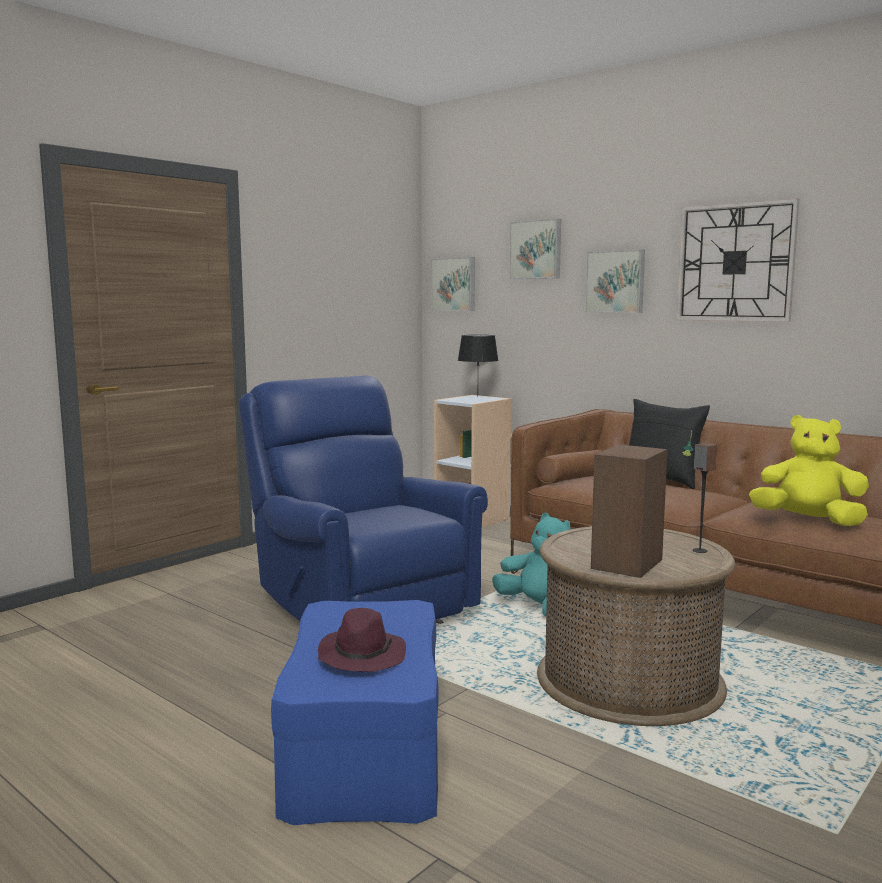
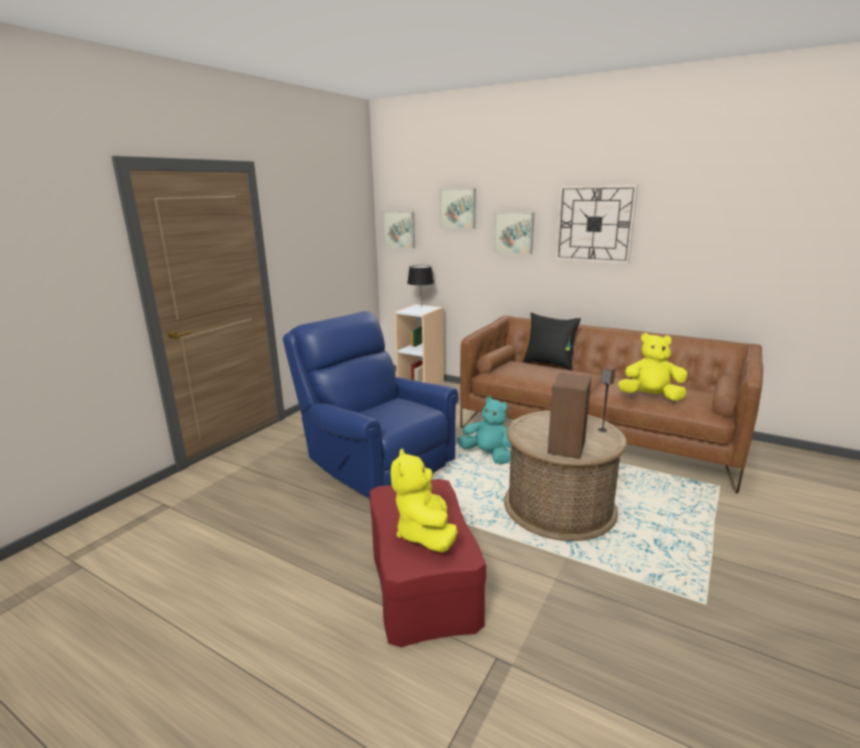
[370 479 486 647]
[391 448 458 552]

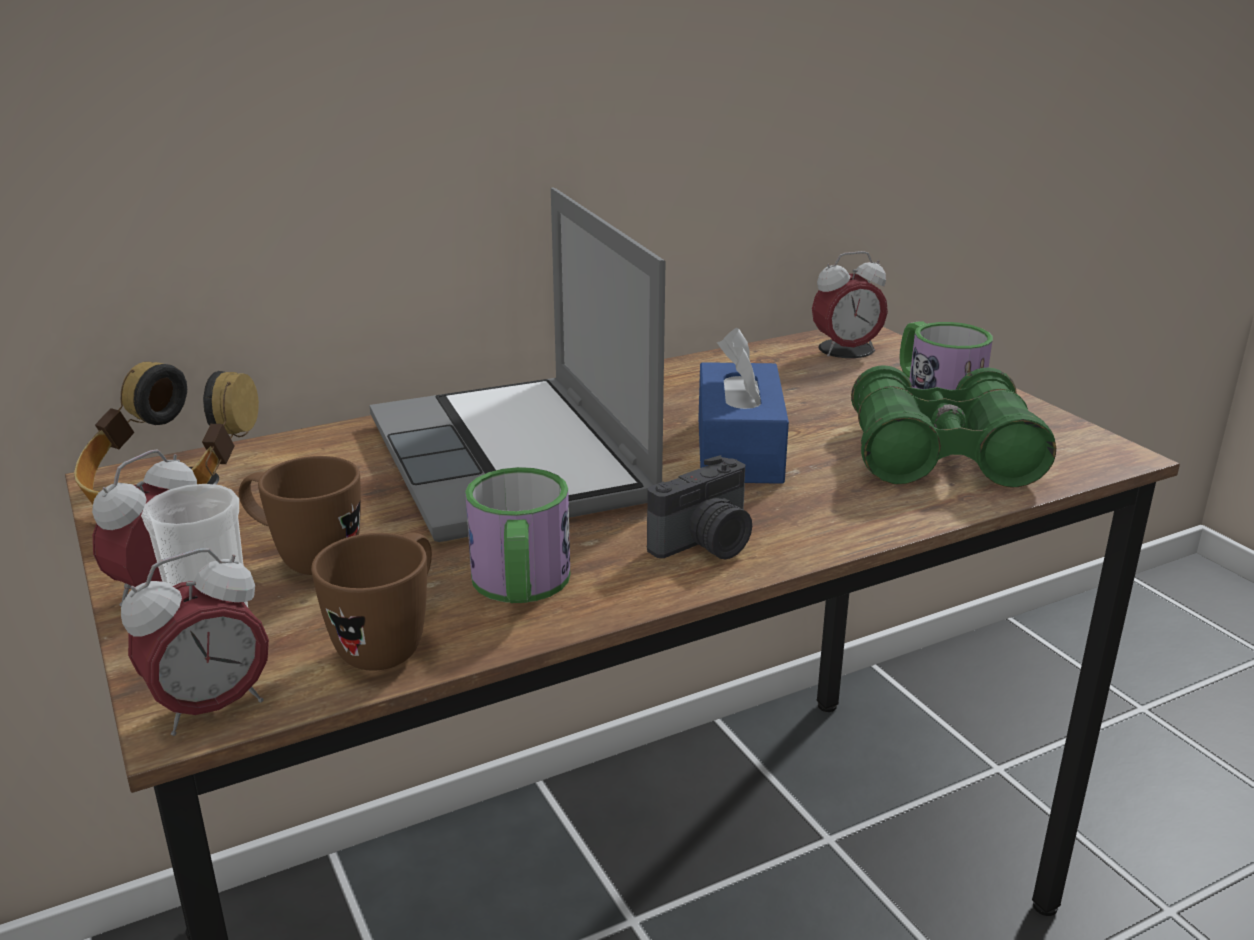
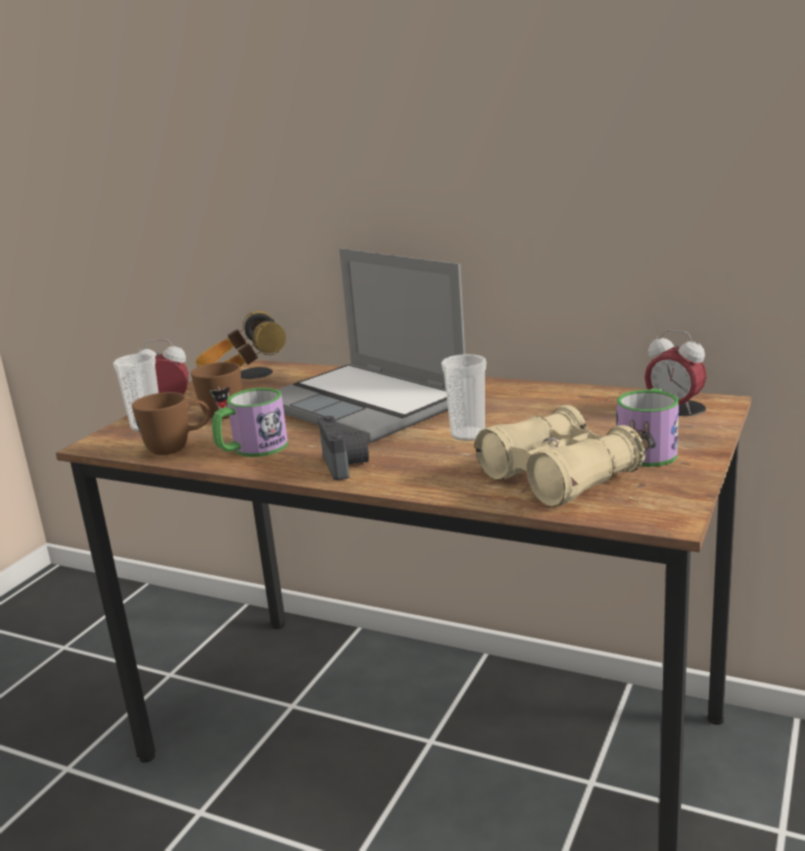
[121 548 269 736] (first image)
[277 248 465 443]
[317 416 369 480]
[441 354 486 441]
[475 405 645 507]

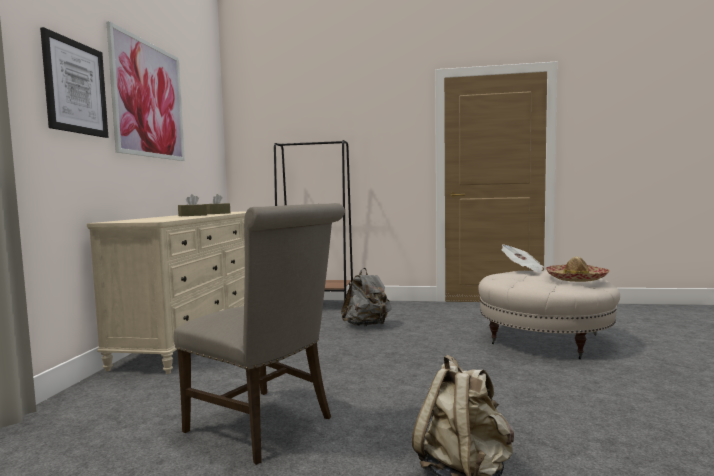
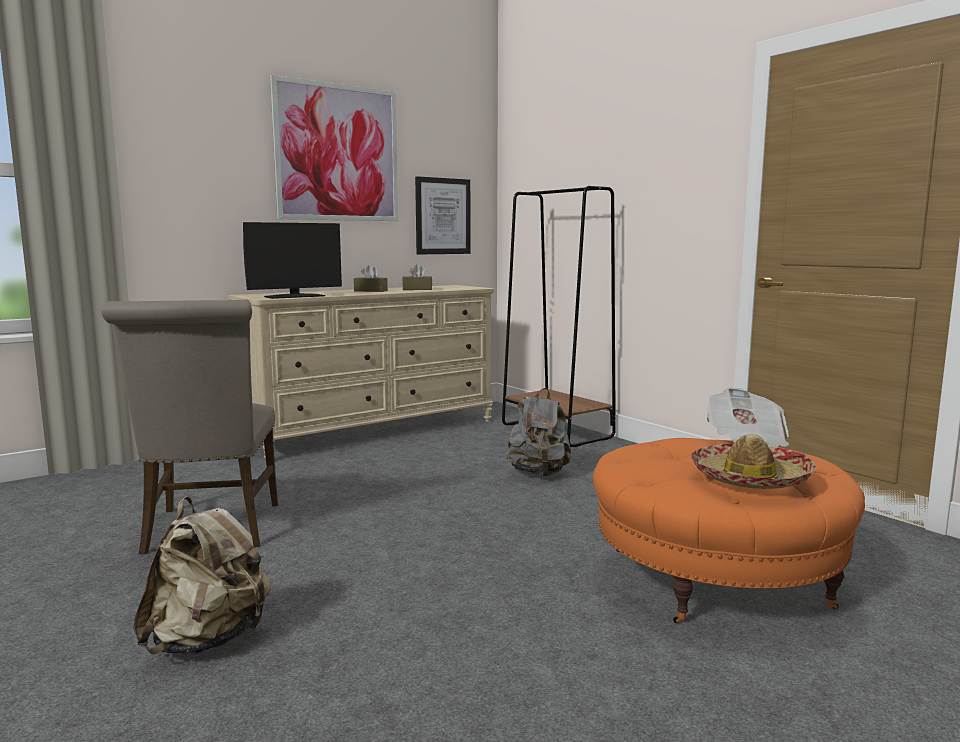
[415 176 471 254]
[593 438 865 623]
[243 222 342 299]

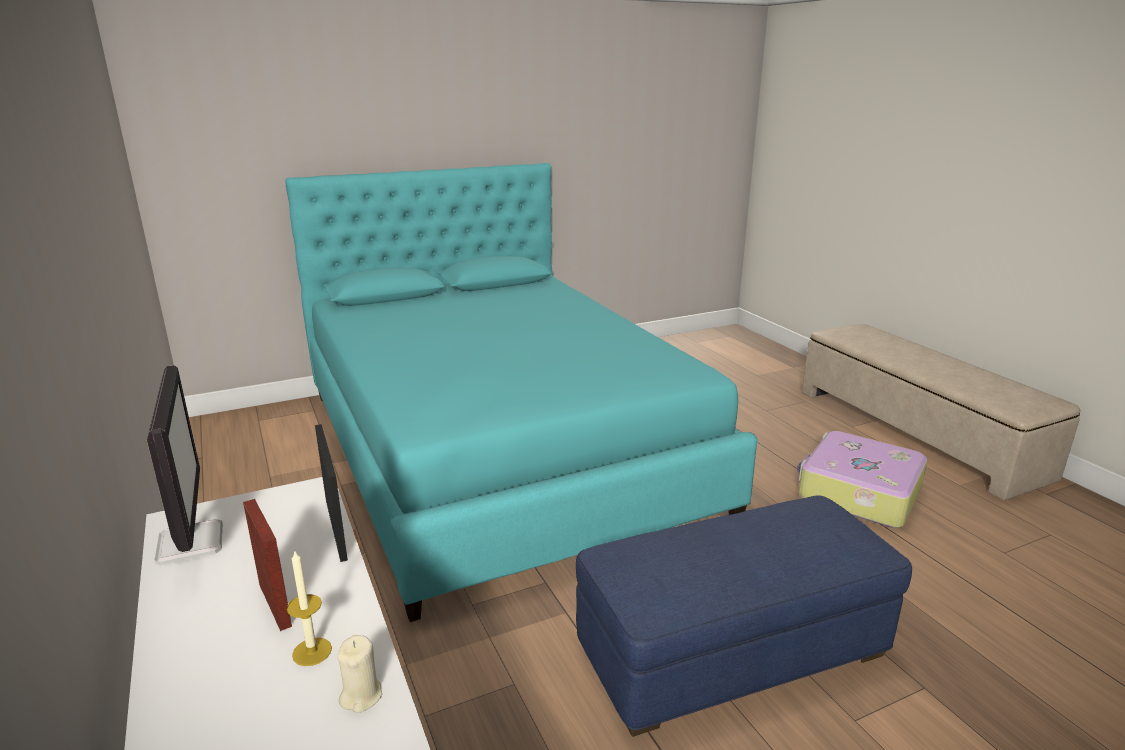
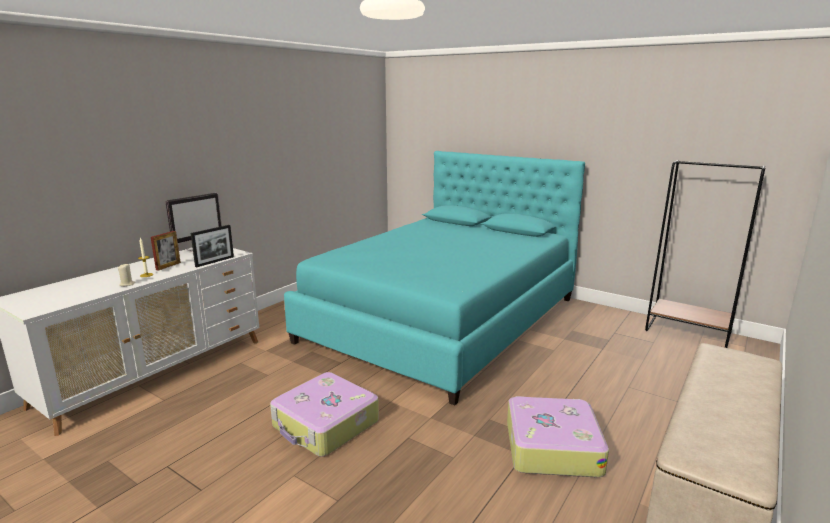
[270 372 379 457]
[645 160 766 348]

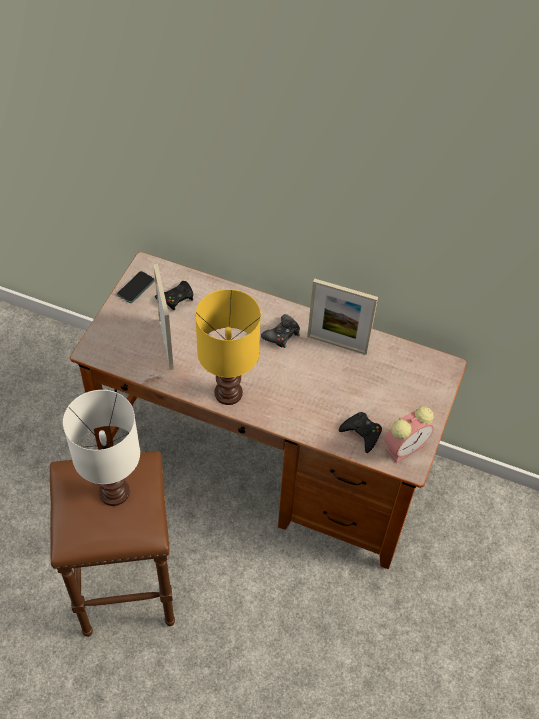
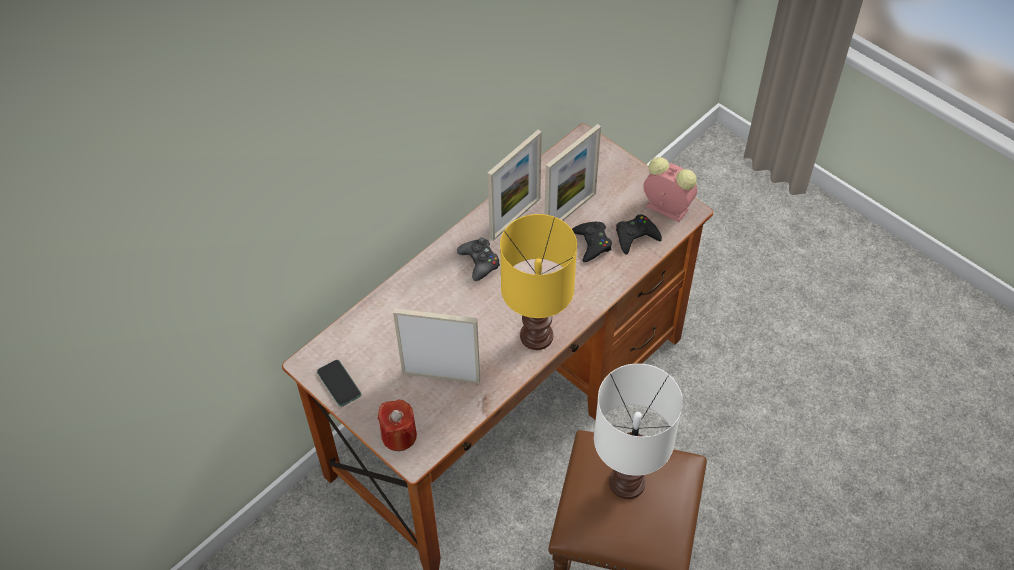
[572 222 612 262]
[643 157 697 222]
[378 400 417 451]
[545 124 601 221]

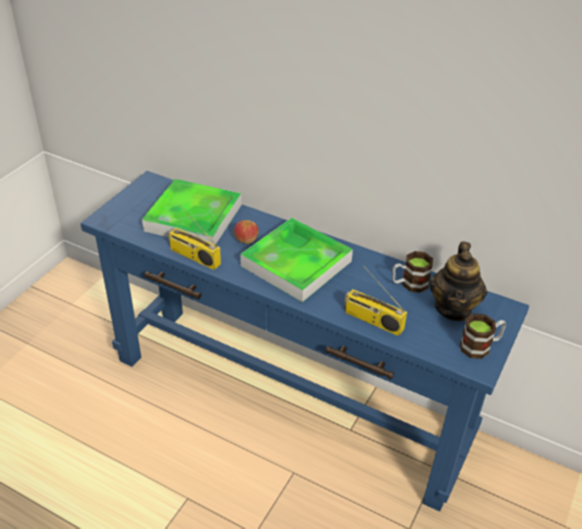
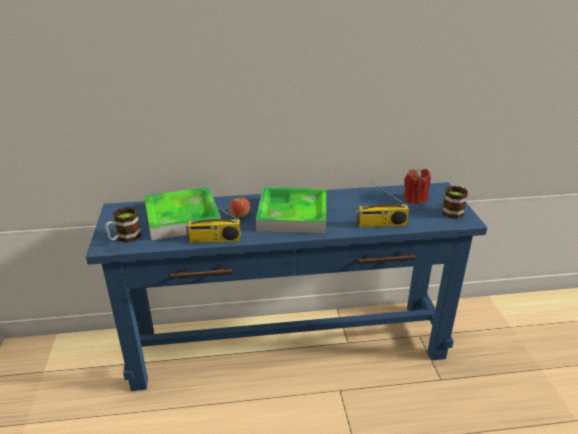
[105 207 142 243]
[404 168 430 204]

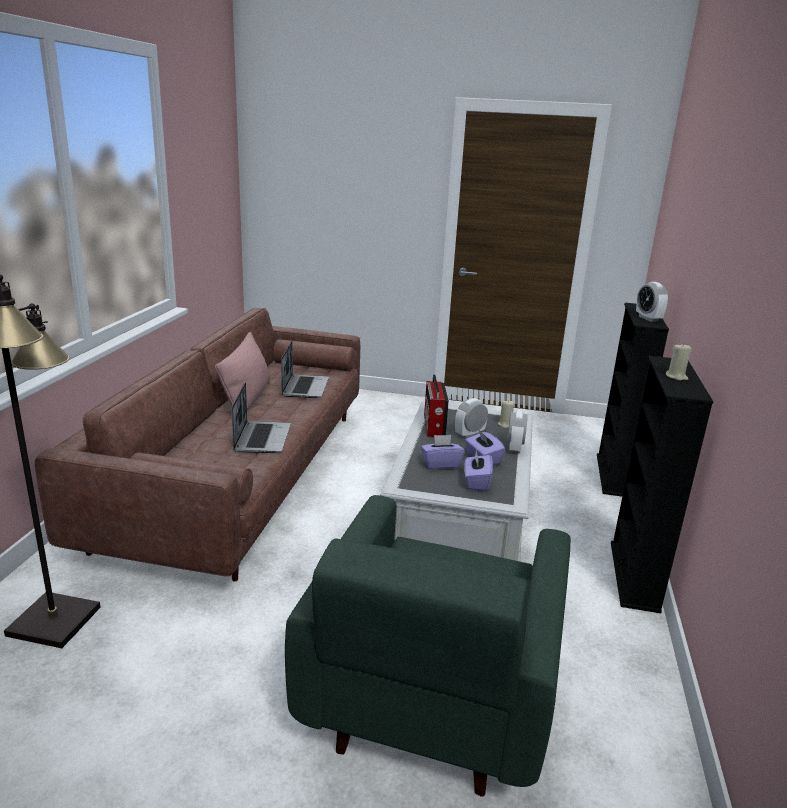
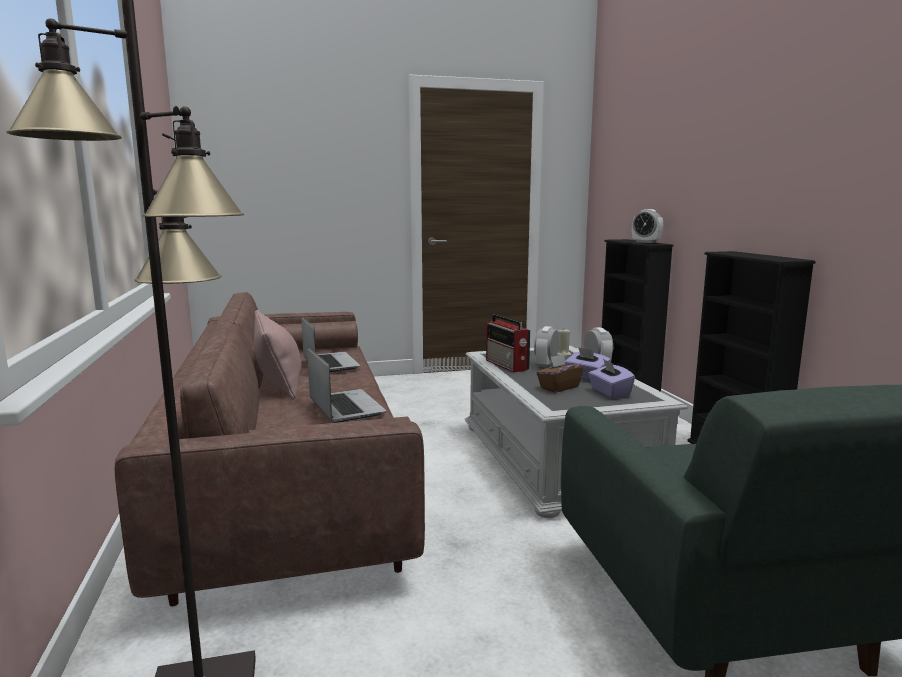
[536 354 584 393]
[666 343 692 380] (first image)

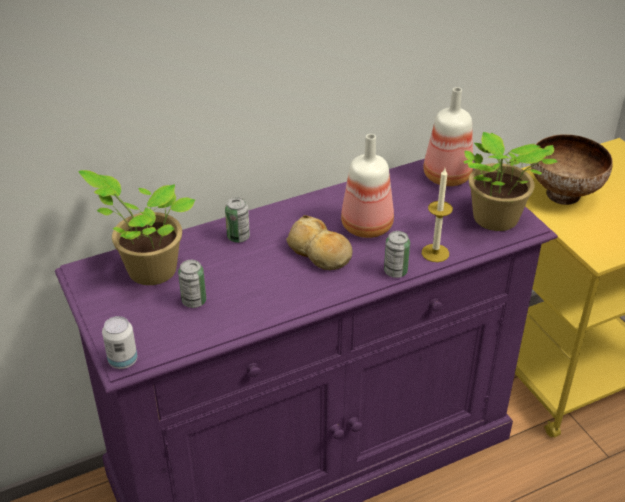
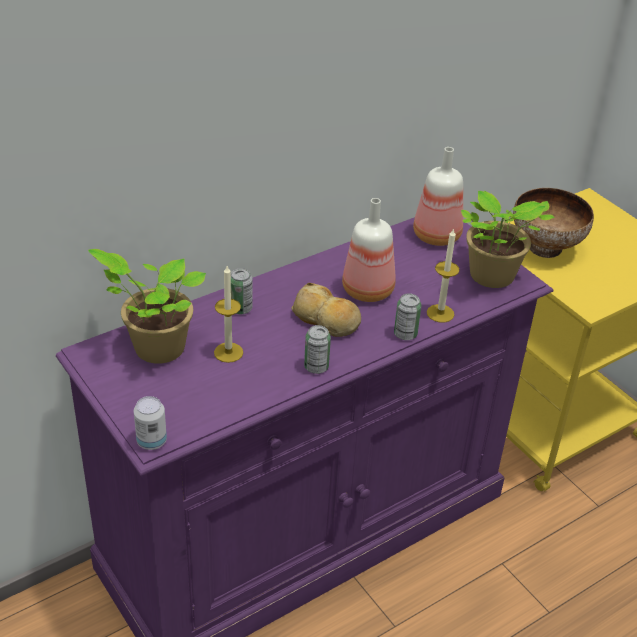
[304 325 331 374]
[214 266 243 363]

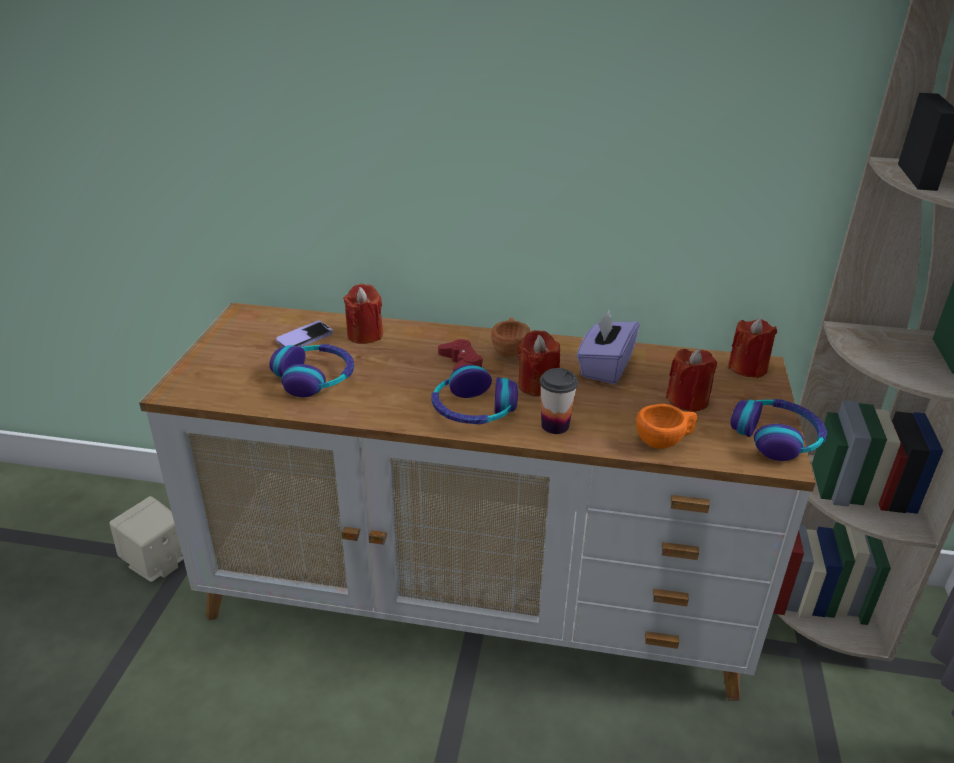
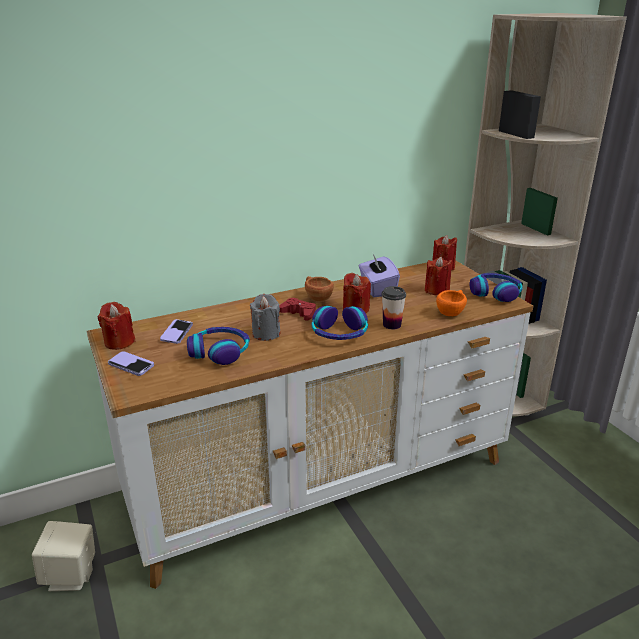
[98 302 135 350]
[108 351 154 376]
[250 294 280 341]

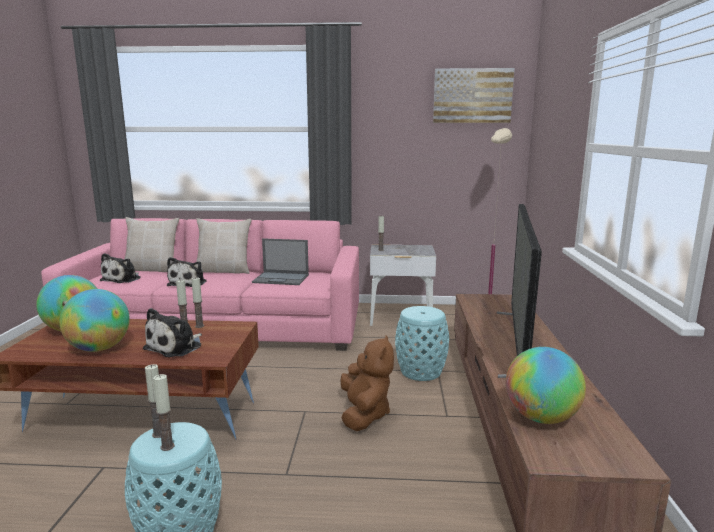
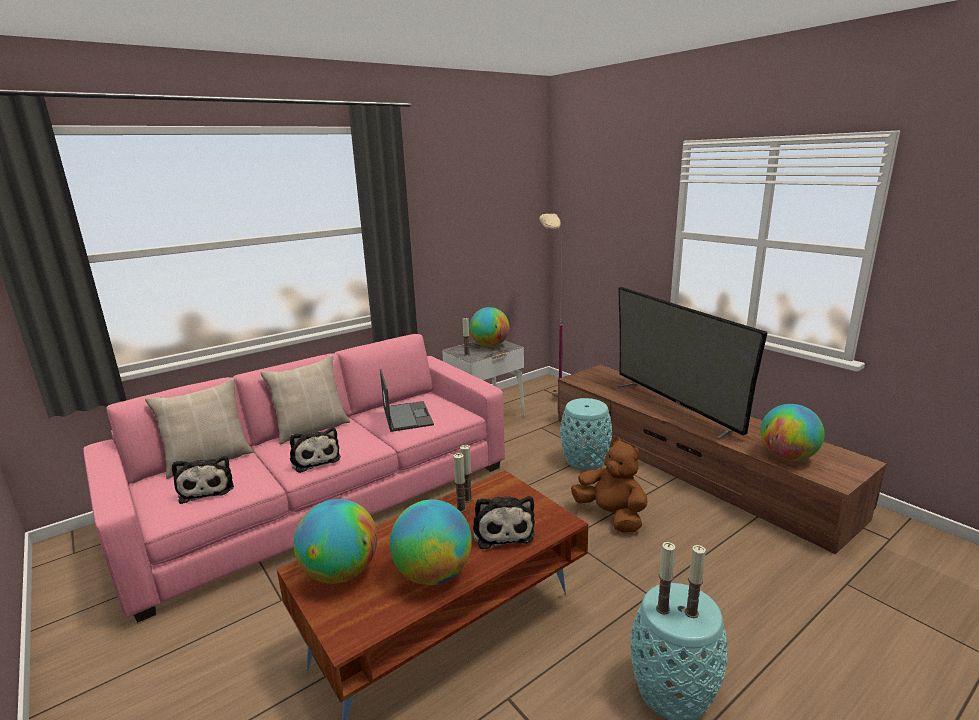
[380 369 434 432]
[433 68 515 123] (first image)
[470 307 509 347]

